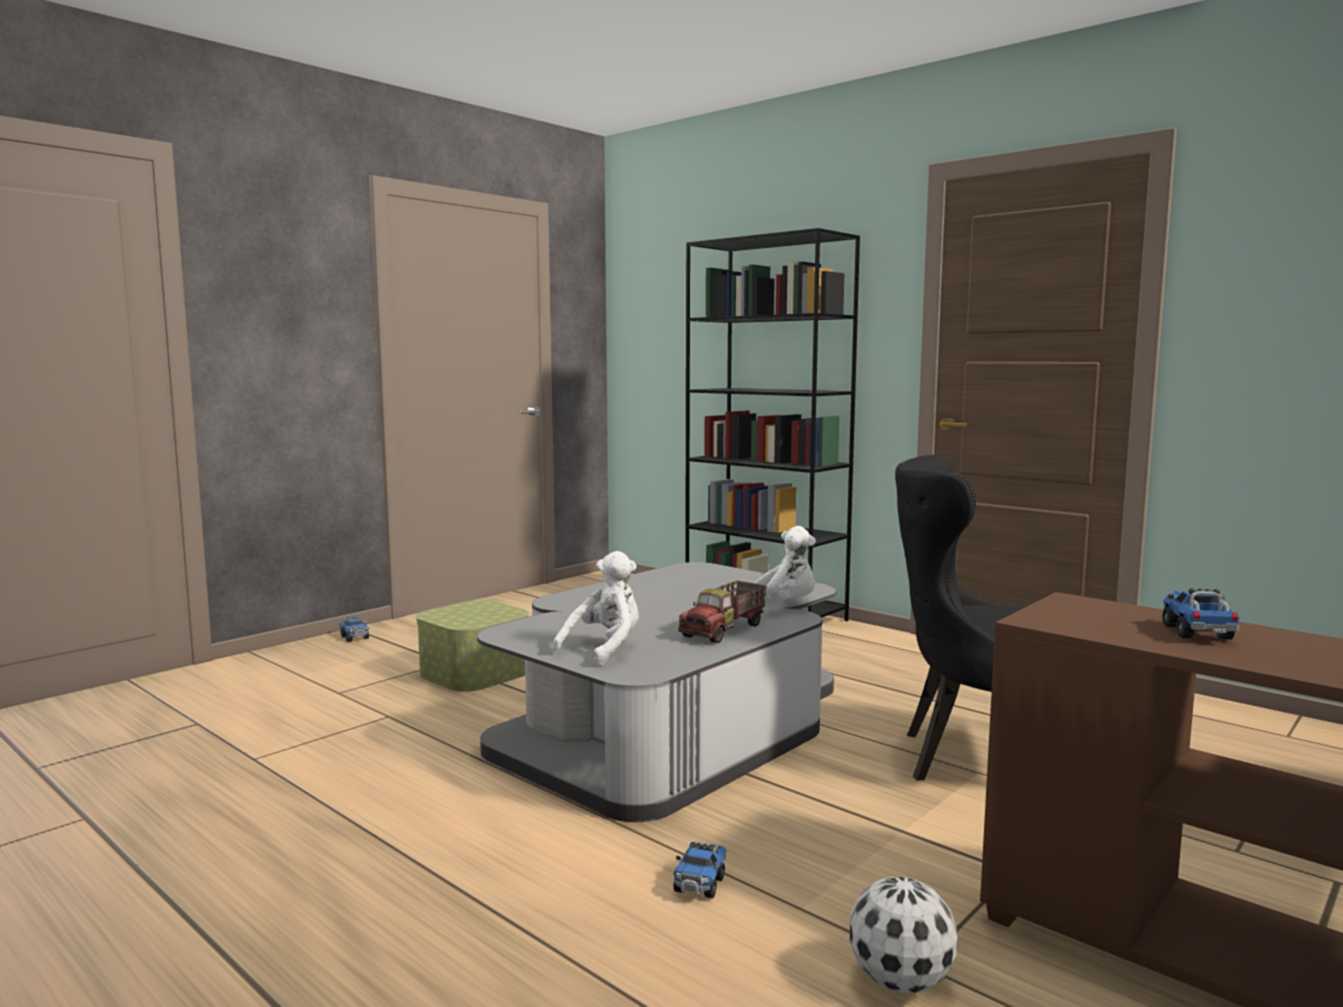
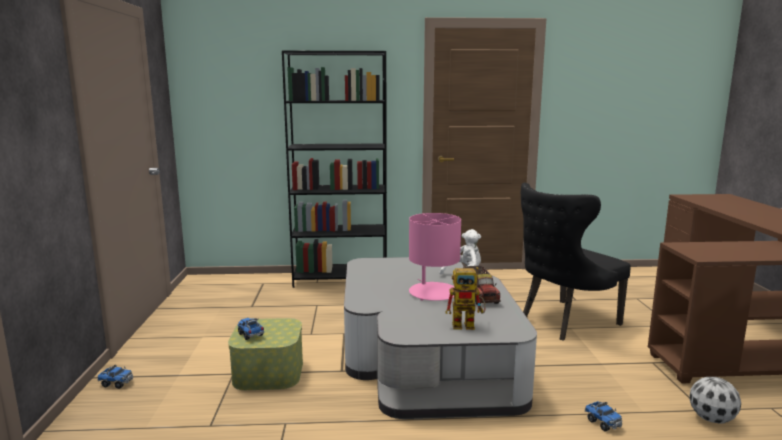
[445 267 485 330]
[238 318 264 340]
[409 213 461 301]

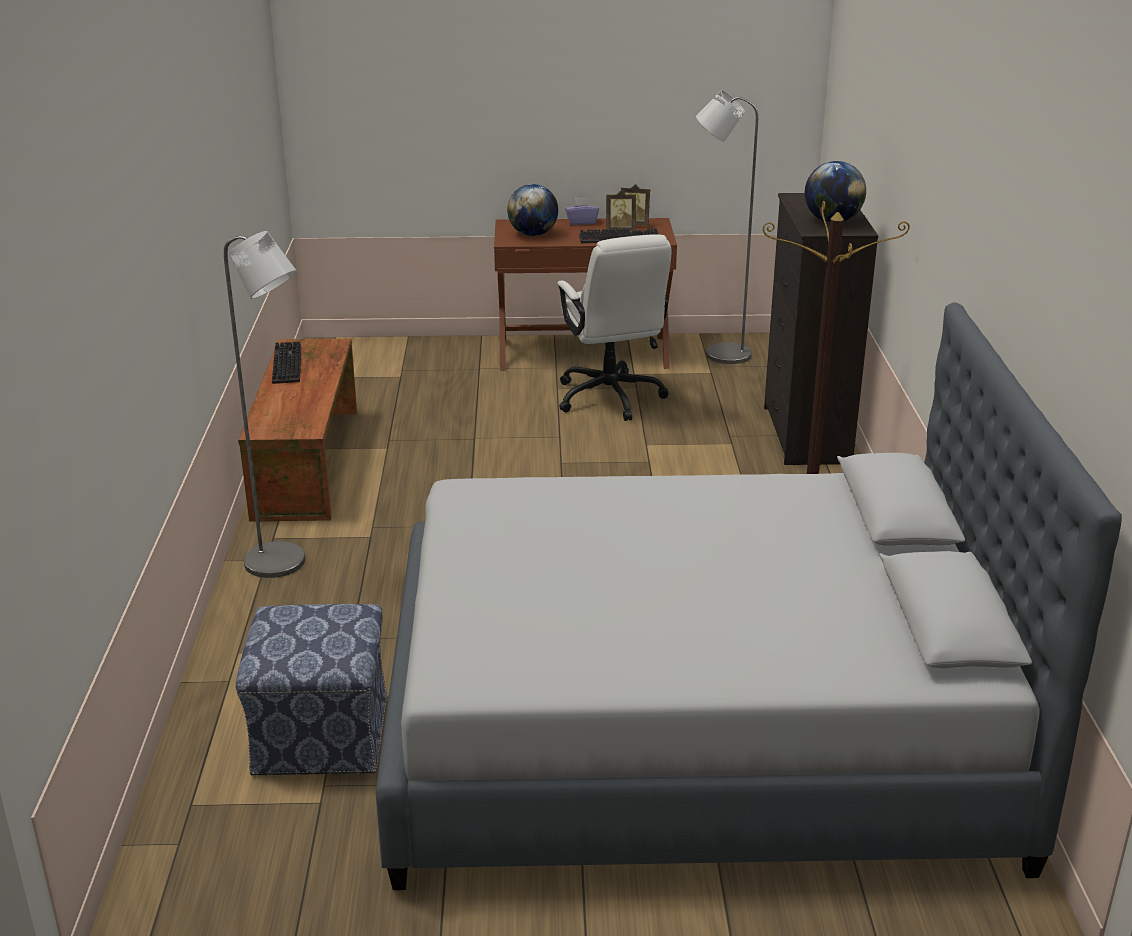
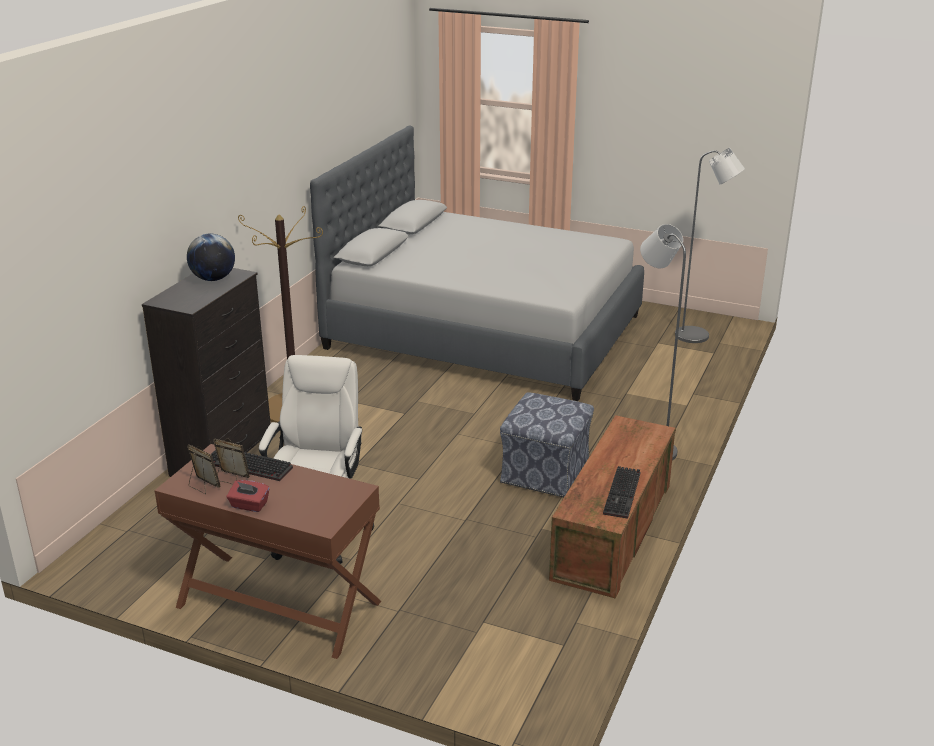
[500 392 594 497]
[507 184 558 236] (first image)
[227 480 270 512]
[675 148 745 343]

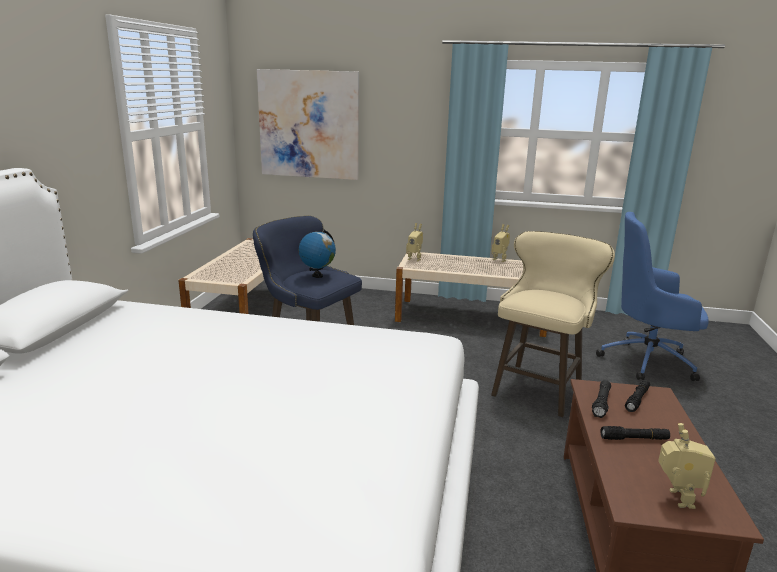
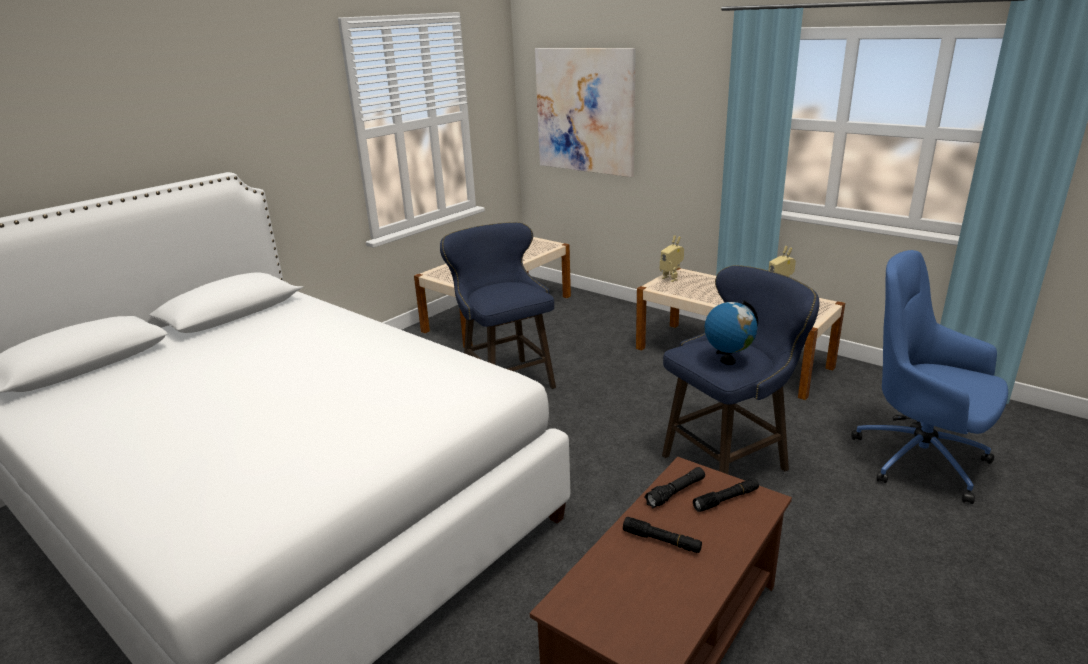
[705 300 758 365]
[662 265 819 474]
[658 423 716 509] (first image)

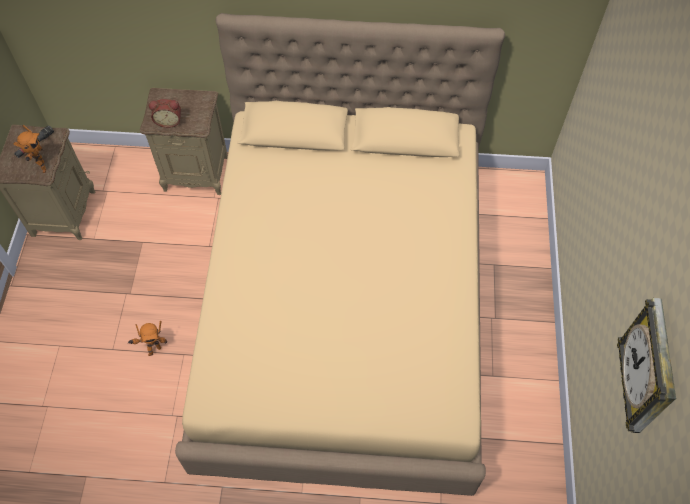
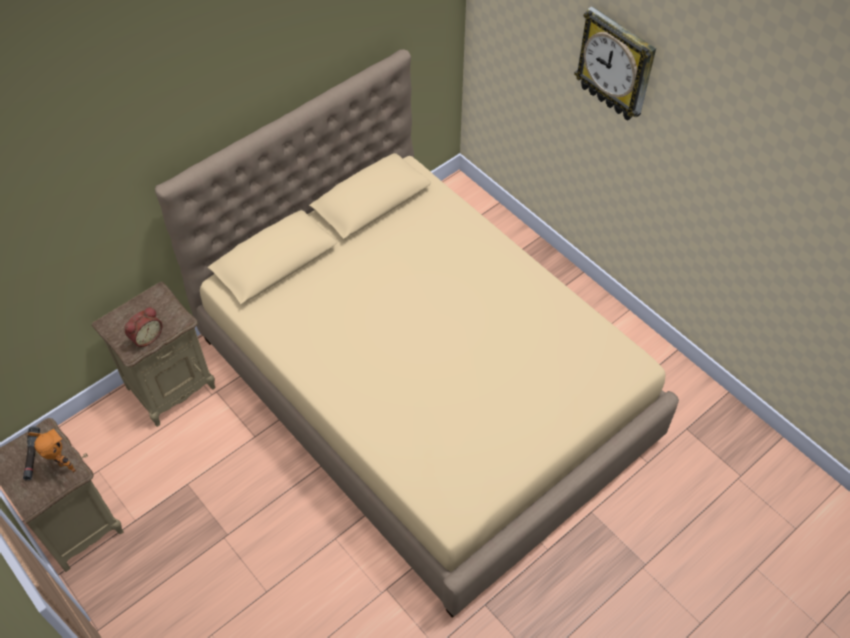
[129 321 167 356] (first image)
[574 6 656 121]

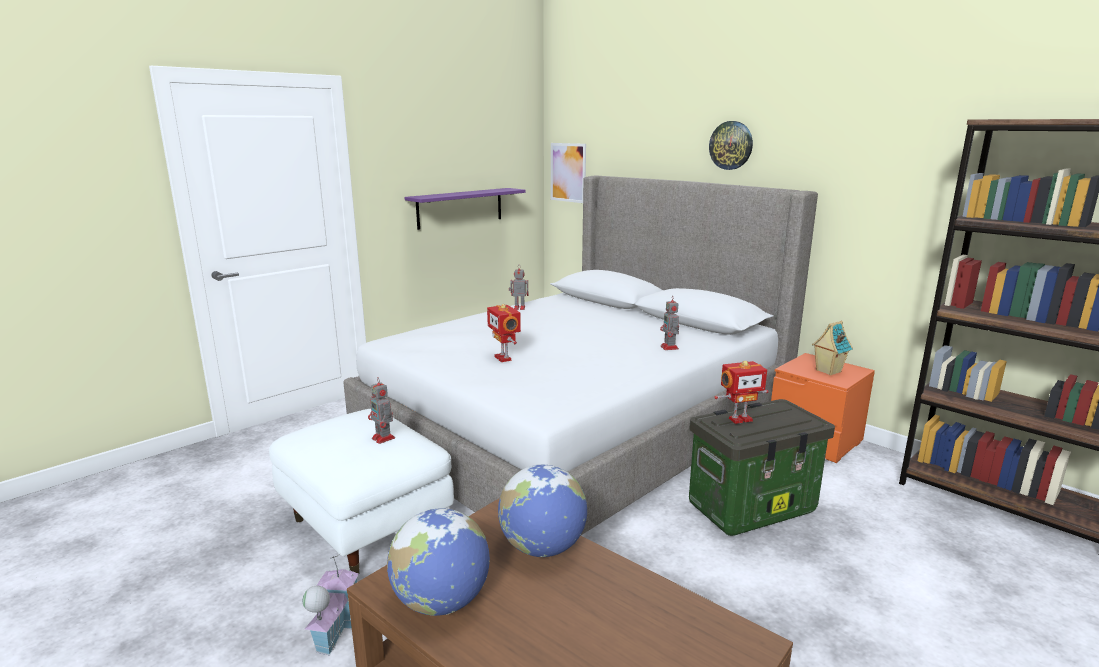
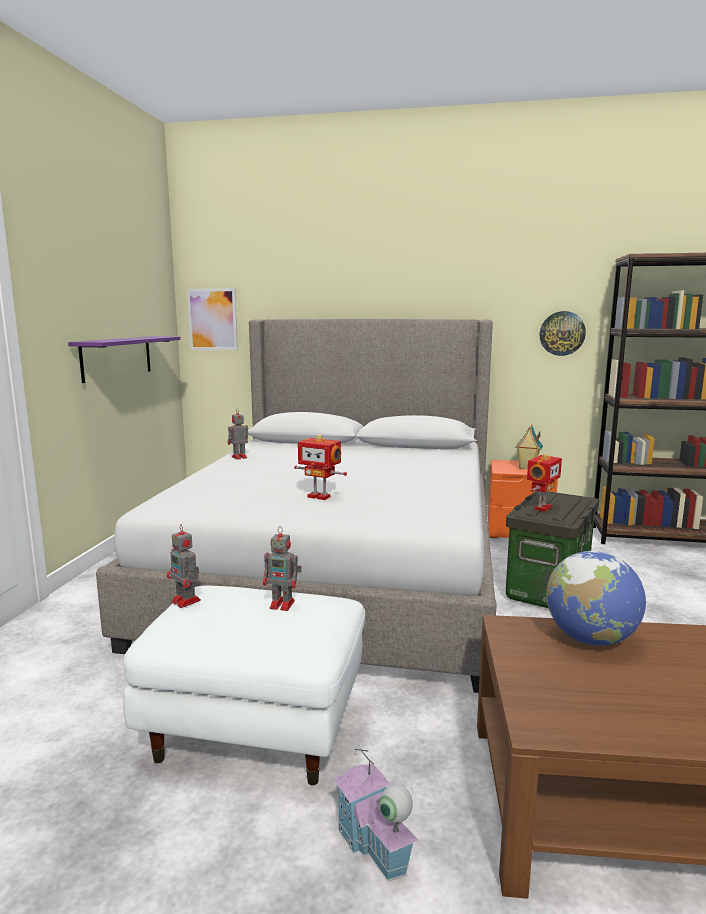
[387 508 490 616] (first image)
[167 524 201 608]
[540 311 586 356]

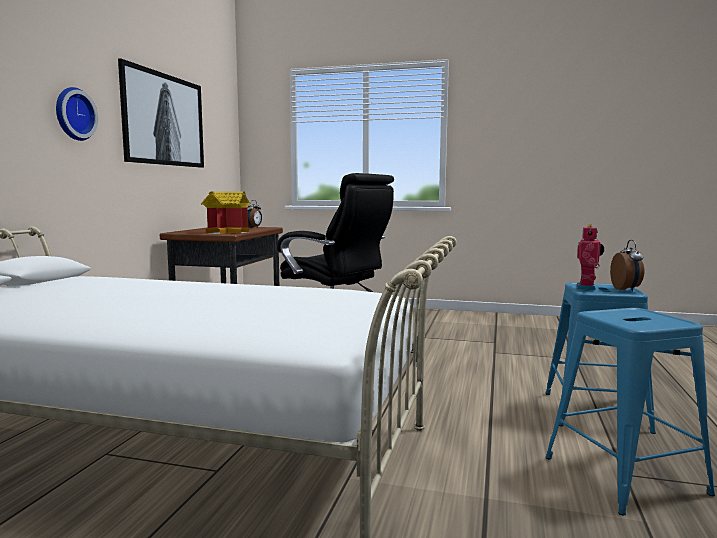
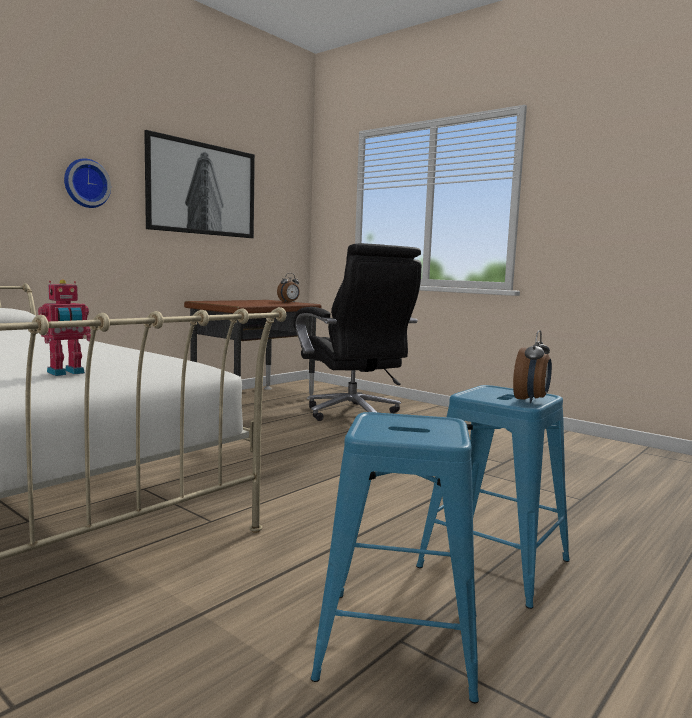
[201 191 250 234] (first image)
[38 279 91 376]

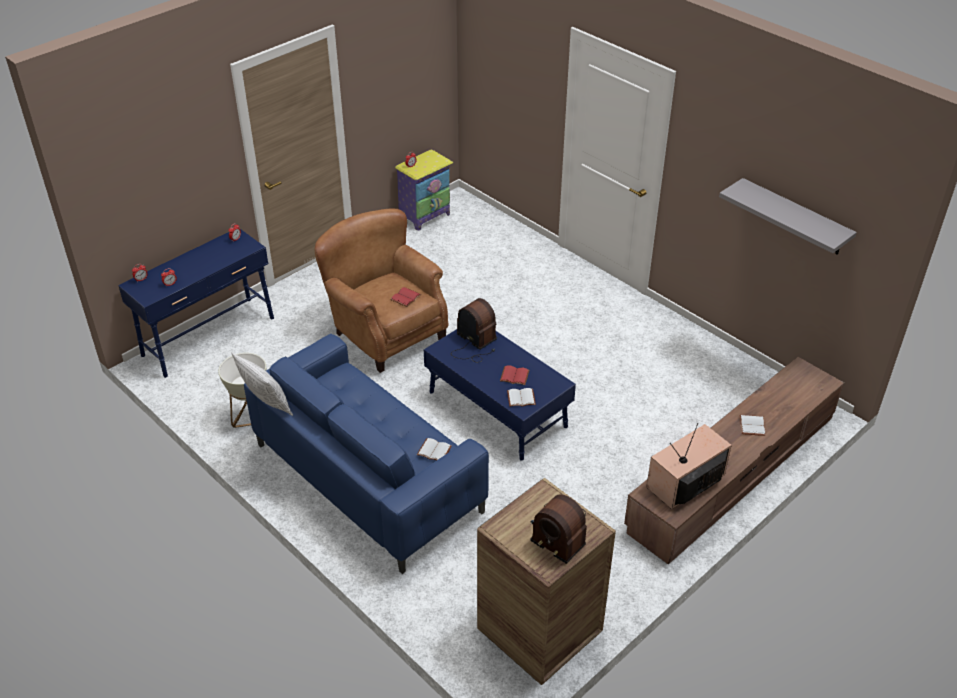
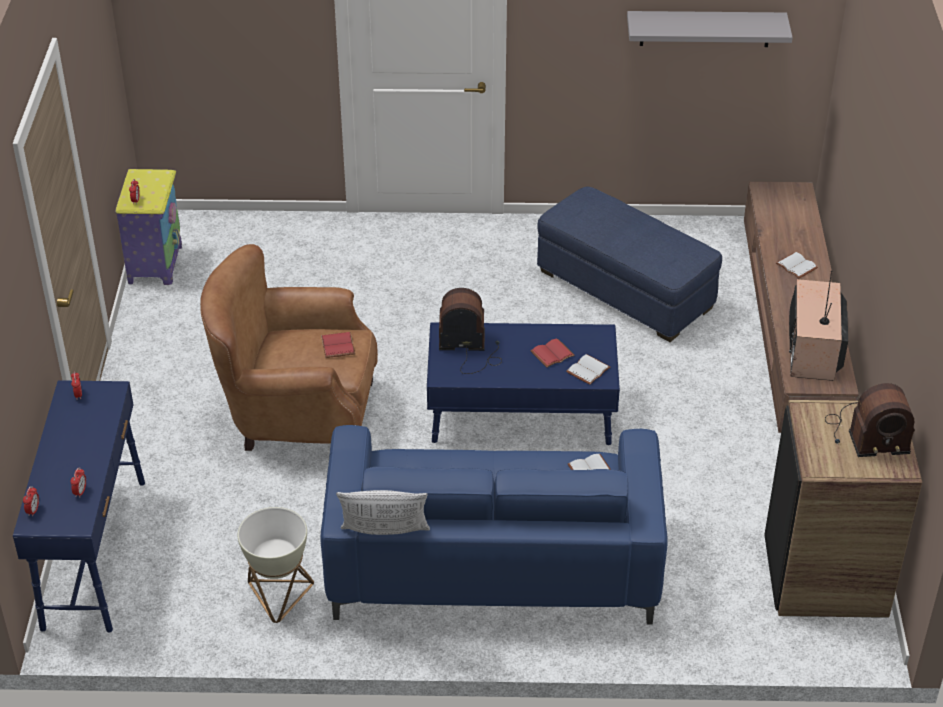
[537 187 722 342]

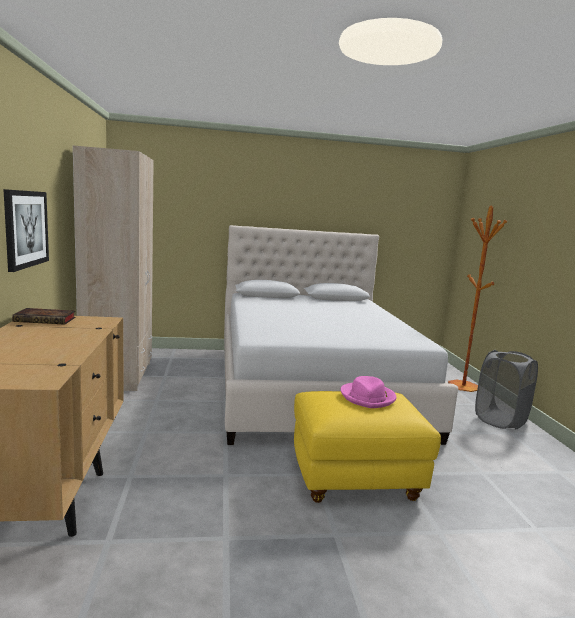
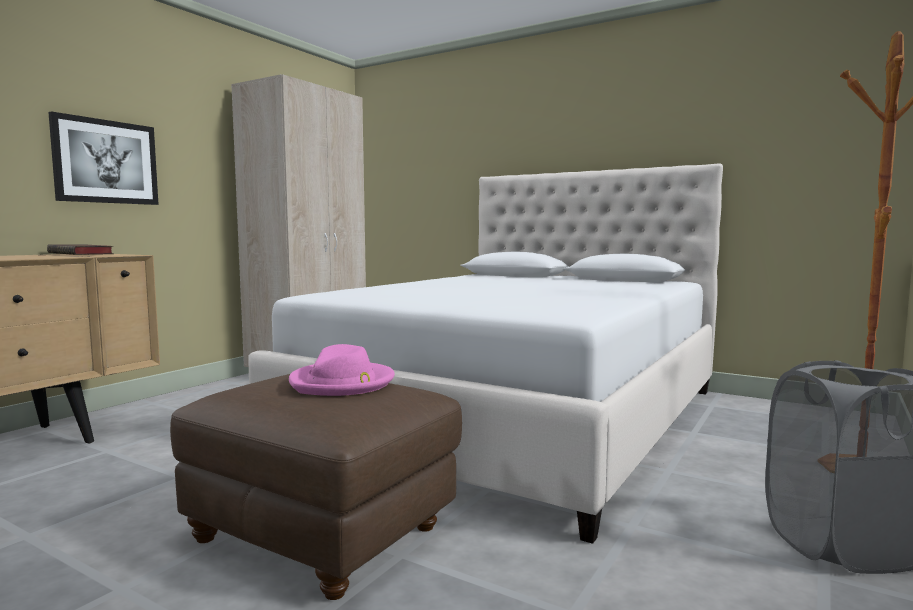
[170 374 462 600]

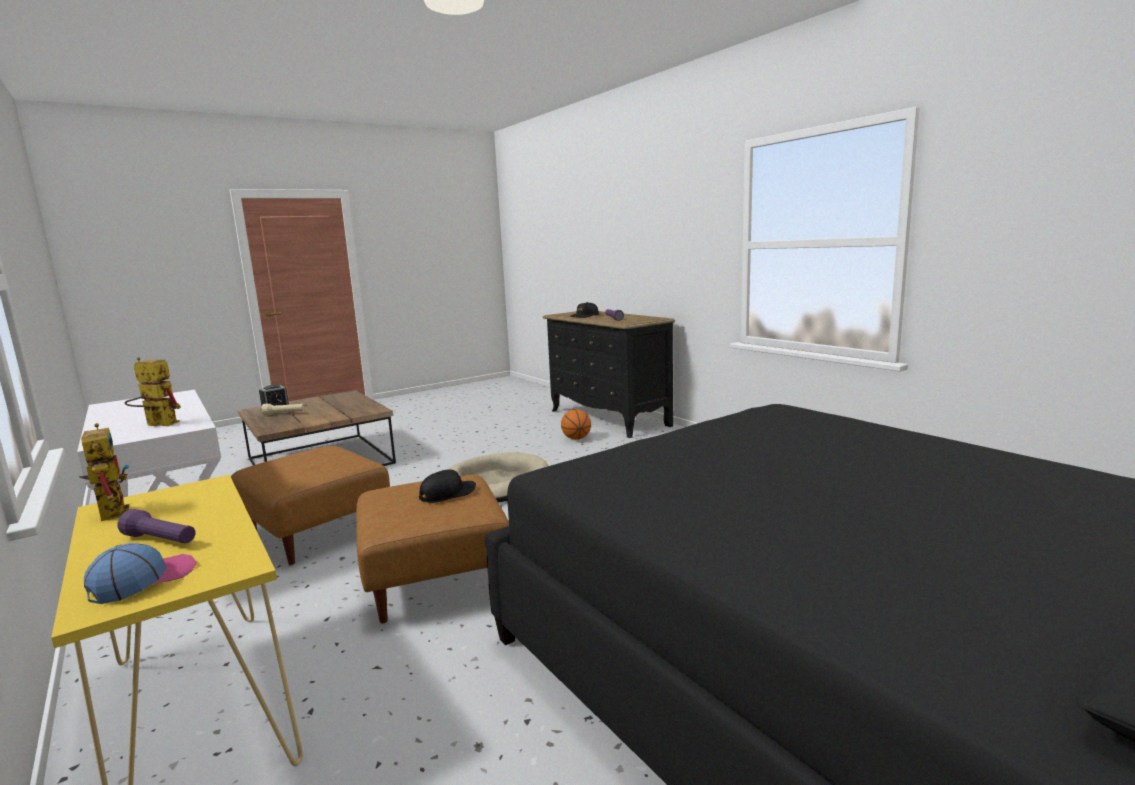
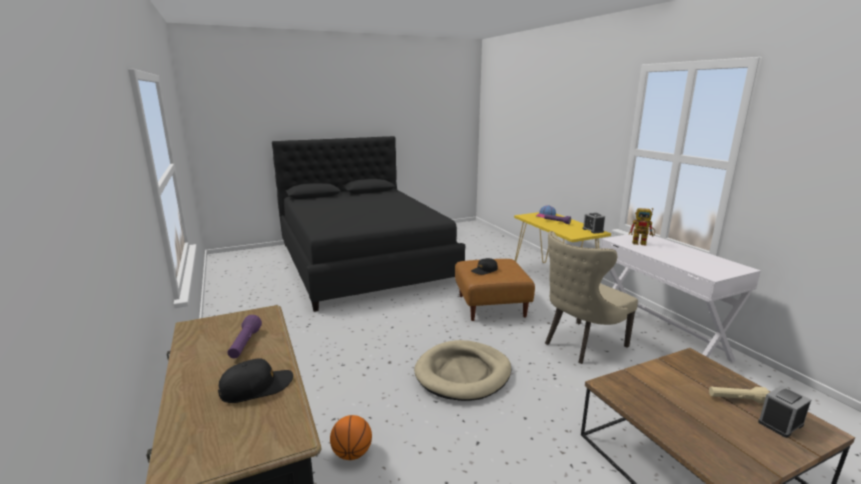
[583 213 605 234]
[545 231 638 364]

